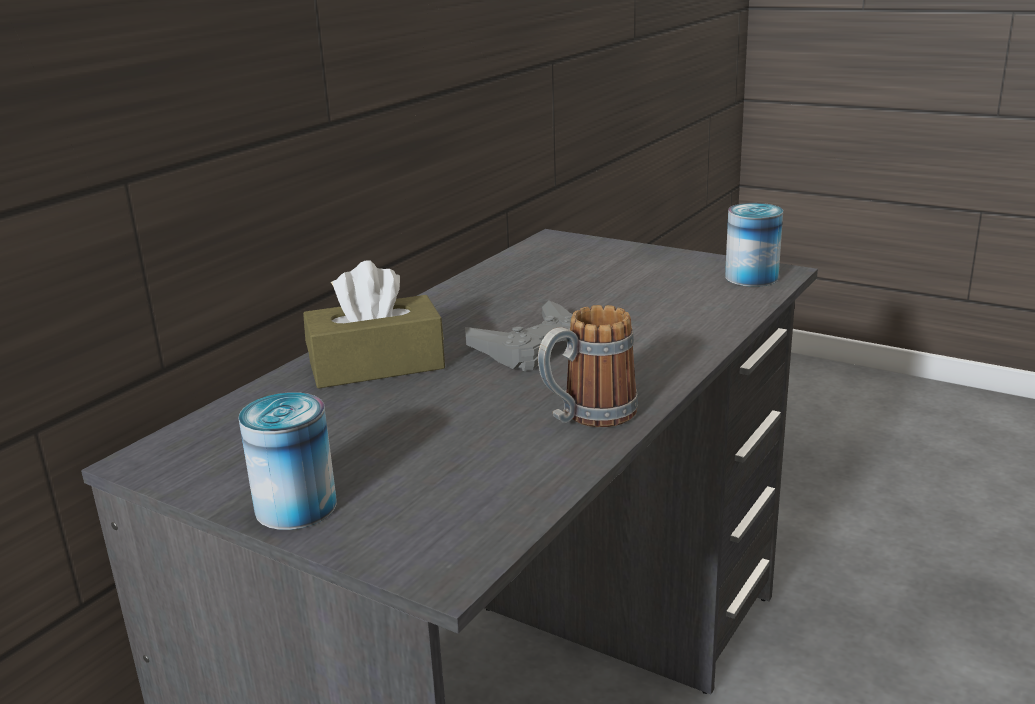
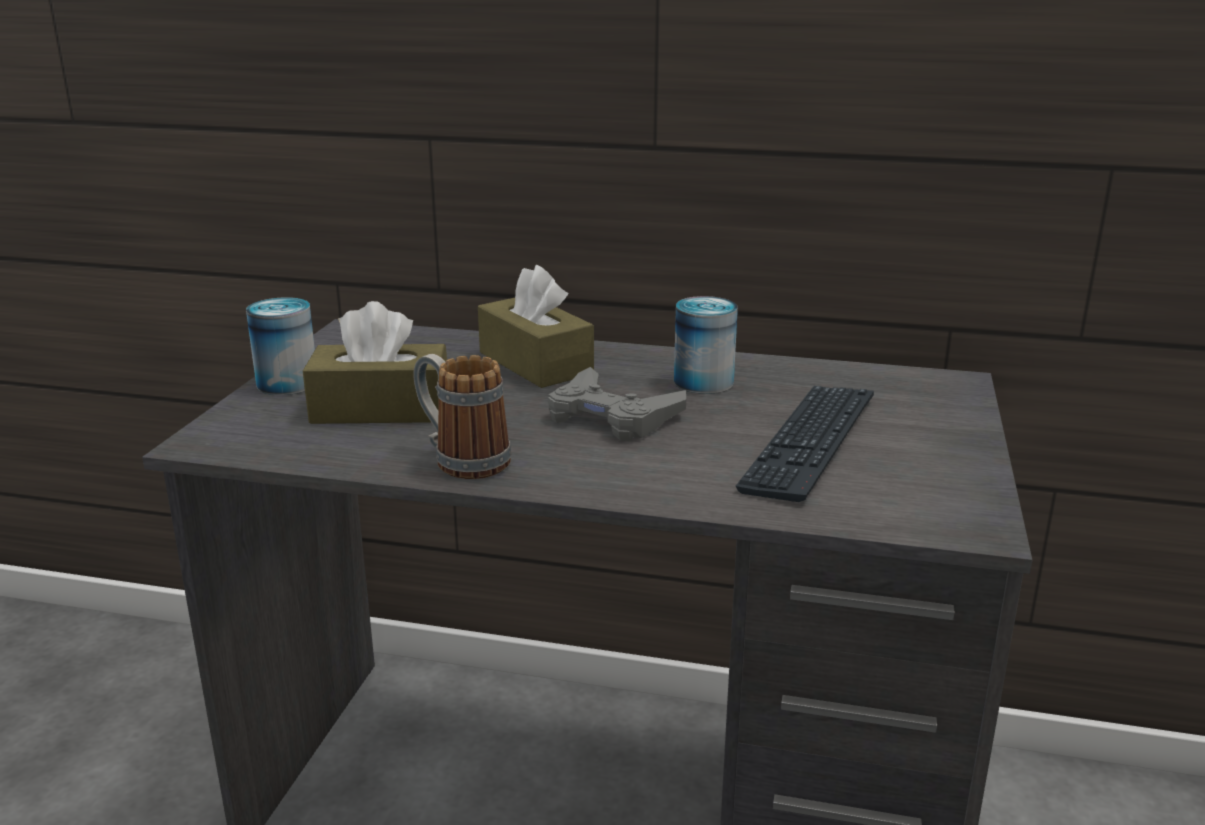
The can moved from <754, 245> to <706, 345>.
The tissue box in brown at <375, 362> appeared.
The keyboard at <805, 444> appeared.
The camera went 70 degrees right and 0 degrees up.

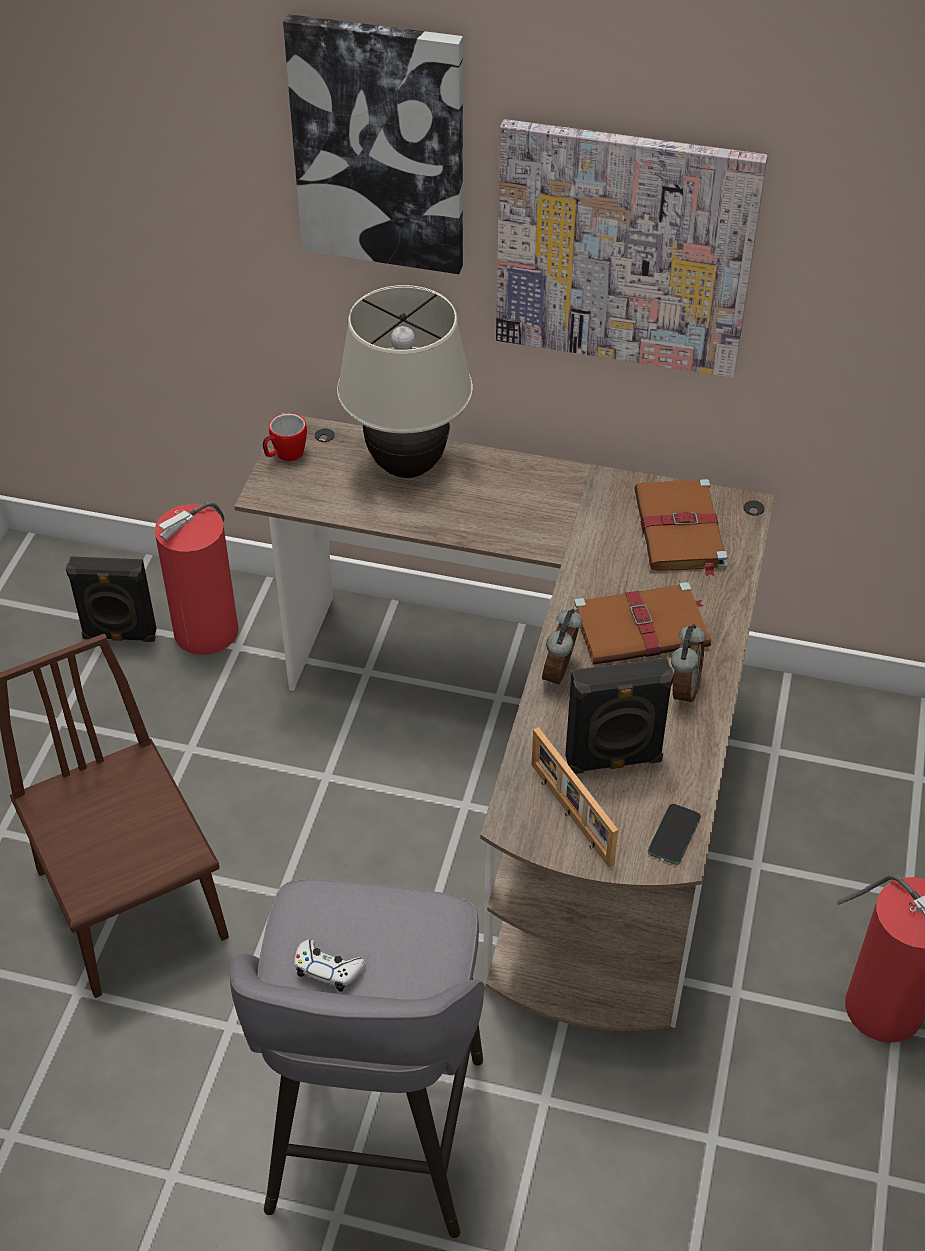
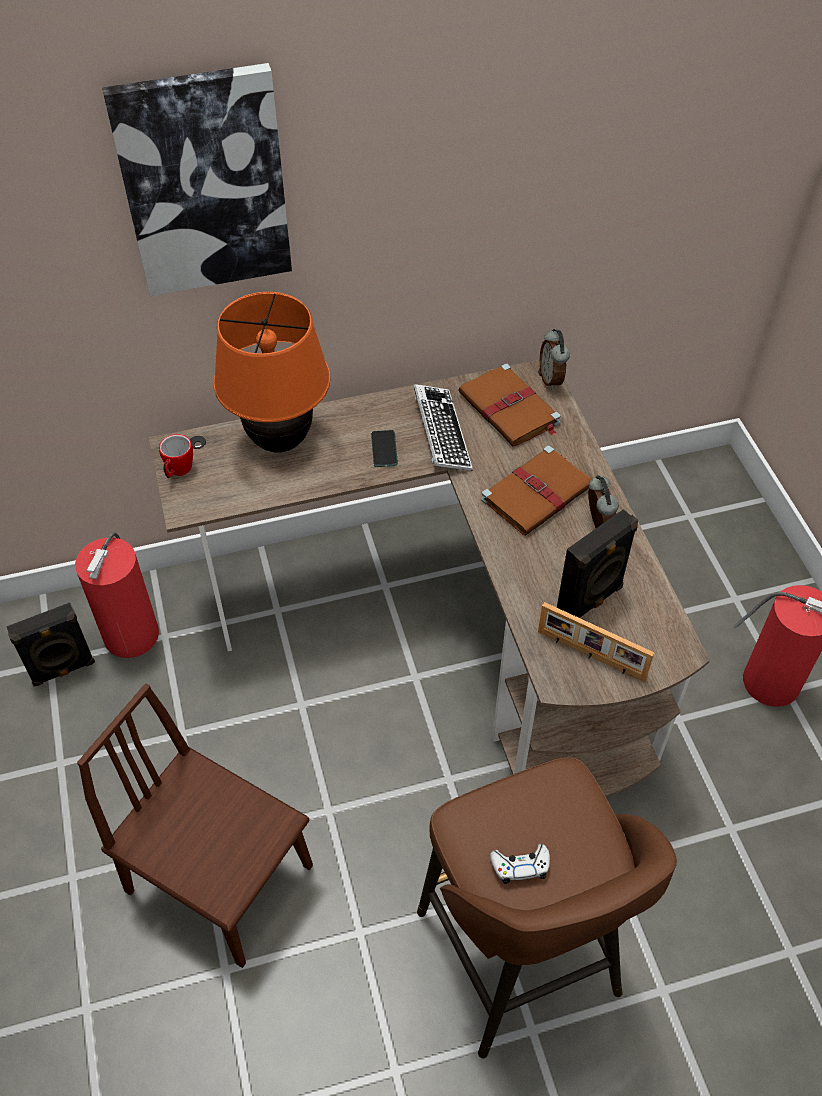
The stool in grey at <357, 1058> became the stool in brown at <547, 908>.
The table lamp in beige at <405, 381> became the table lamp in orange at <271, 372>.
The picture at <632, 248> disappeared.
The alarm clock moved from <562, 648> to <555, 359>.
The phone moved from <674, 834> to <384, 448>.
The keyboard at <443, 427> appeared.
The camera went 30 degrees left and 5 degrees up.

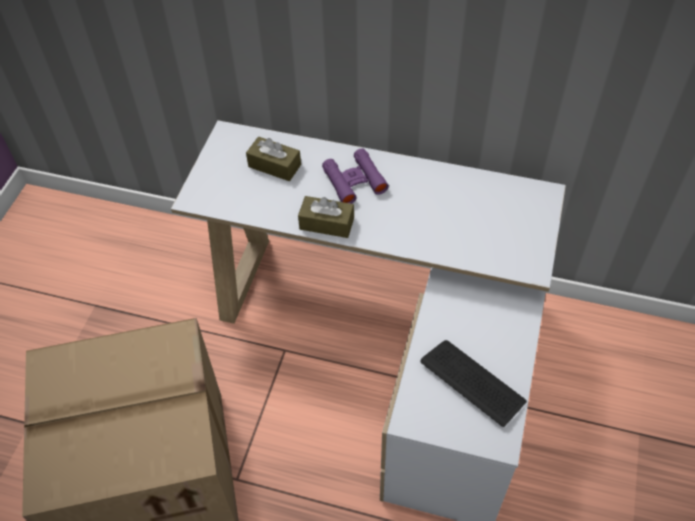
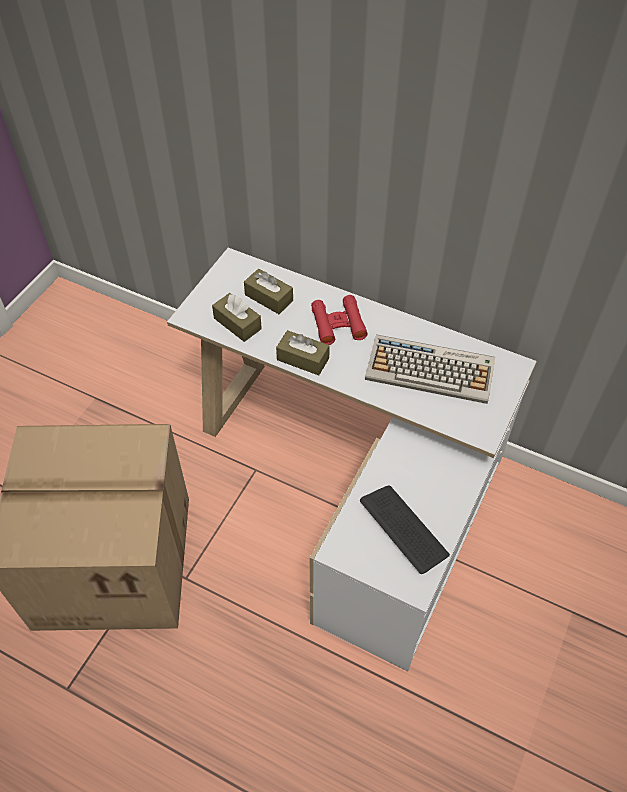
The binoculars in purple at <355, 176> became the binoculars in red at <339, 320>.
The tissue box in brown at <237, 317> appeared.
The keyboard at <430, 369> appeared.
The camera went 10 degrees right and 0 degrees up.

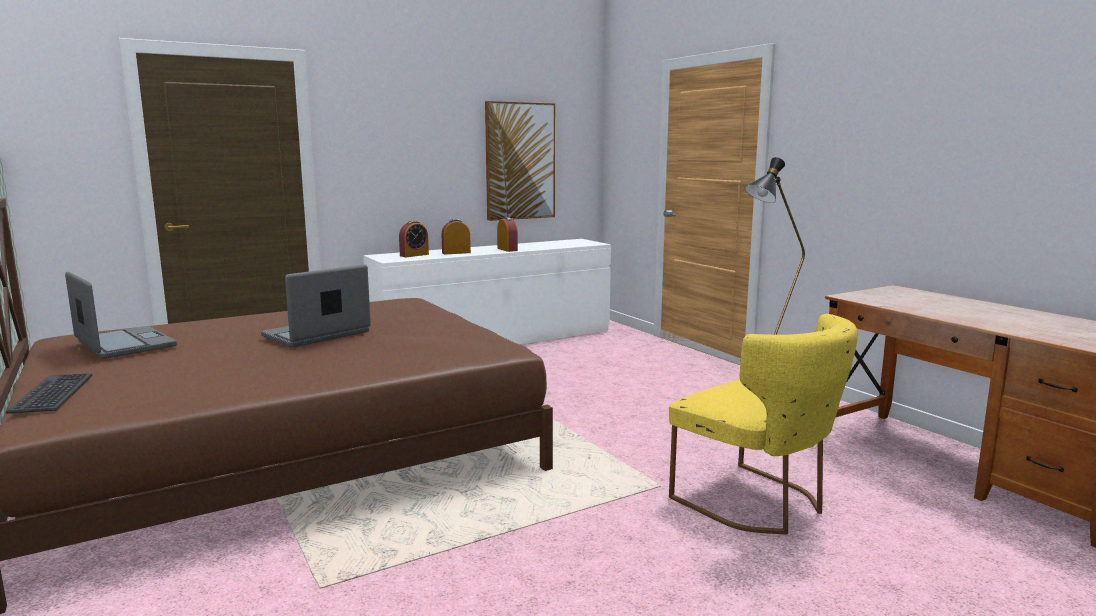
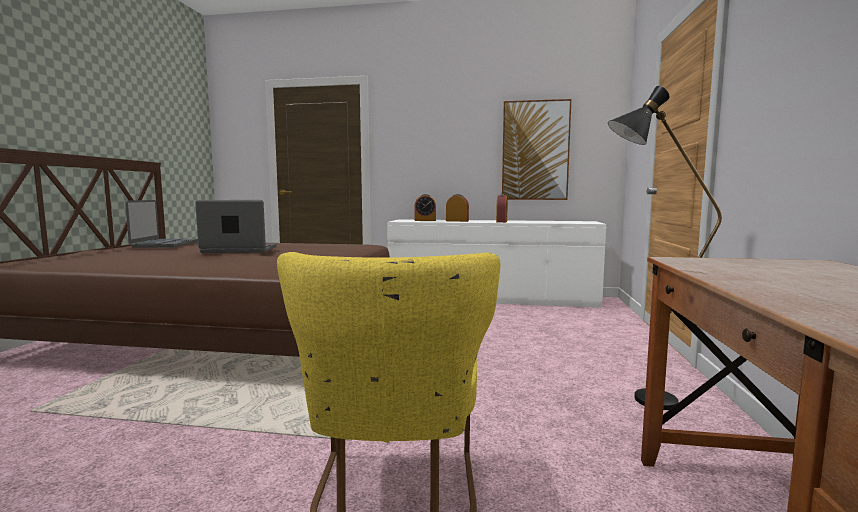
The keyboard at <49, 393> disappeared.
The camera went 40 degrees right and 5 degrees down.

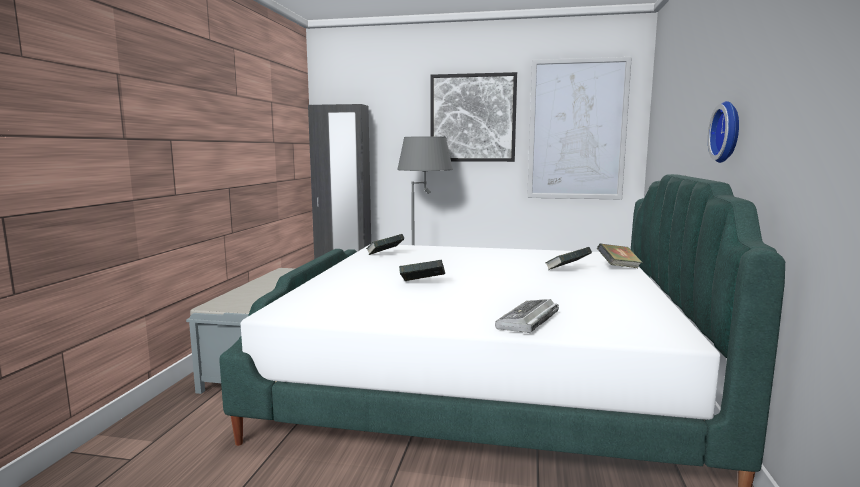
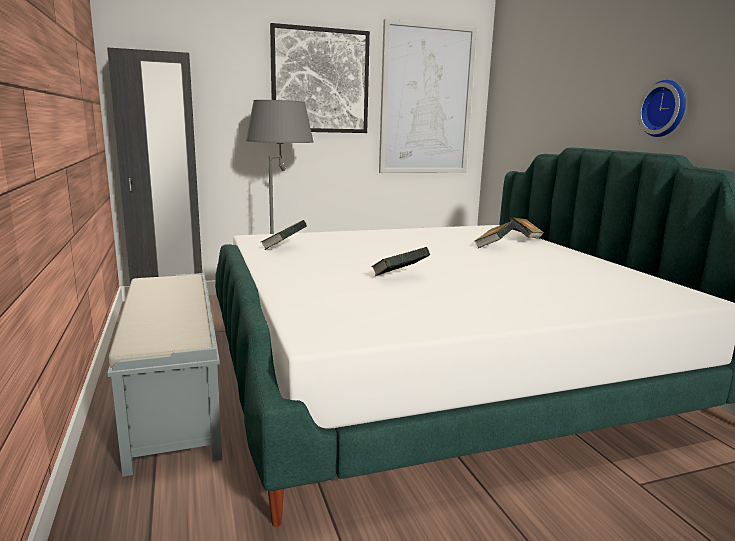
The keyboard at <527, 316> disappeared.
The camera went 30 degrees left and 5 degrees up.

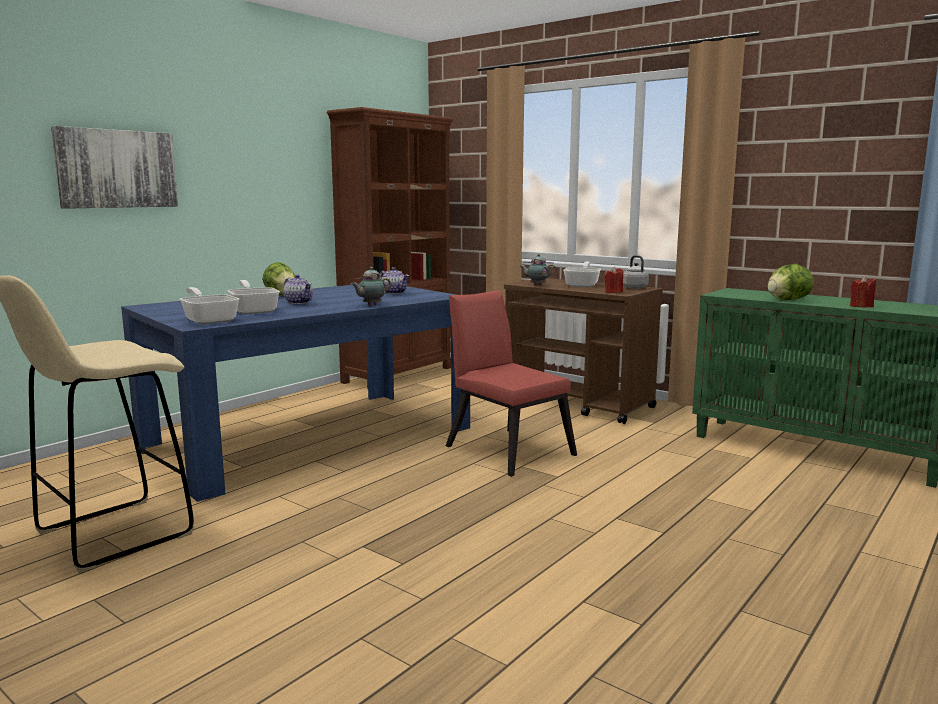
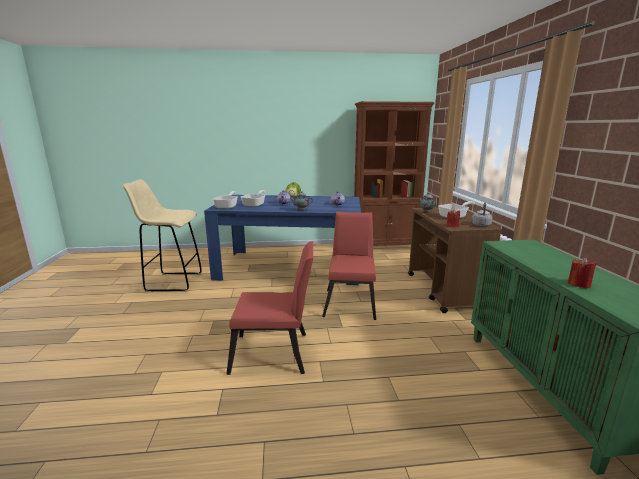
The picture at <114, 167> disappeared.
The lettuce at <790, 282> disappeared.
The chair in red at <269, 308> appeared.
The camera went 45 degrees right and 5 degrees up.

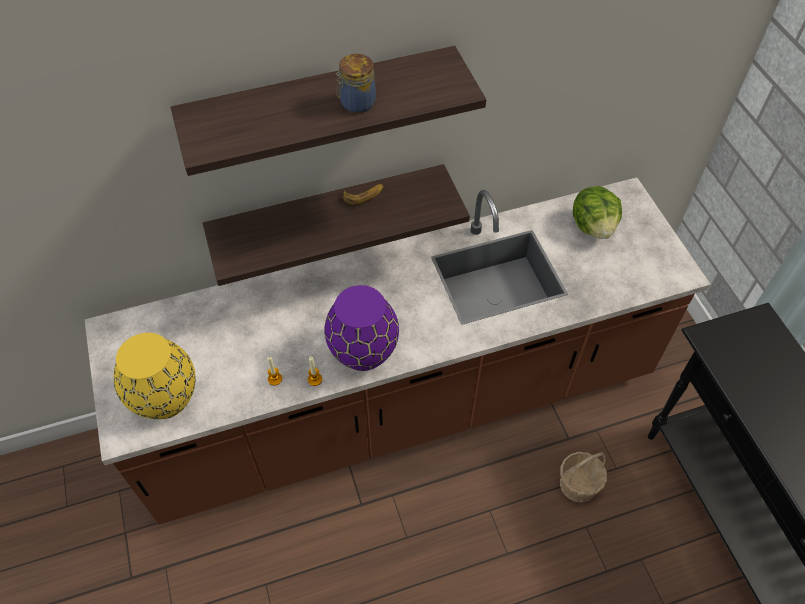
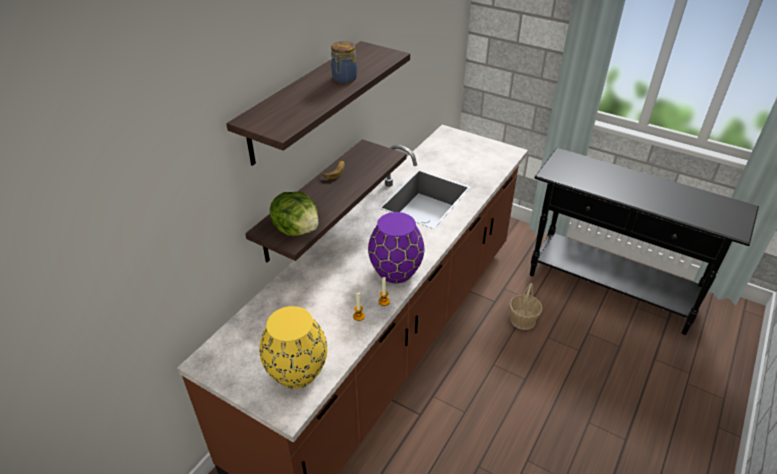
The lettuce moved from <597, 212> to <294, 214>.
The camera went 40 degrees left and 15 degrees down.

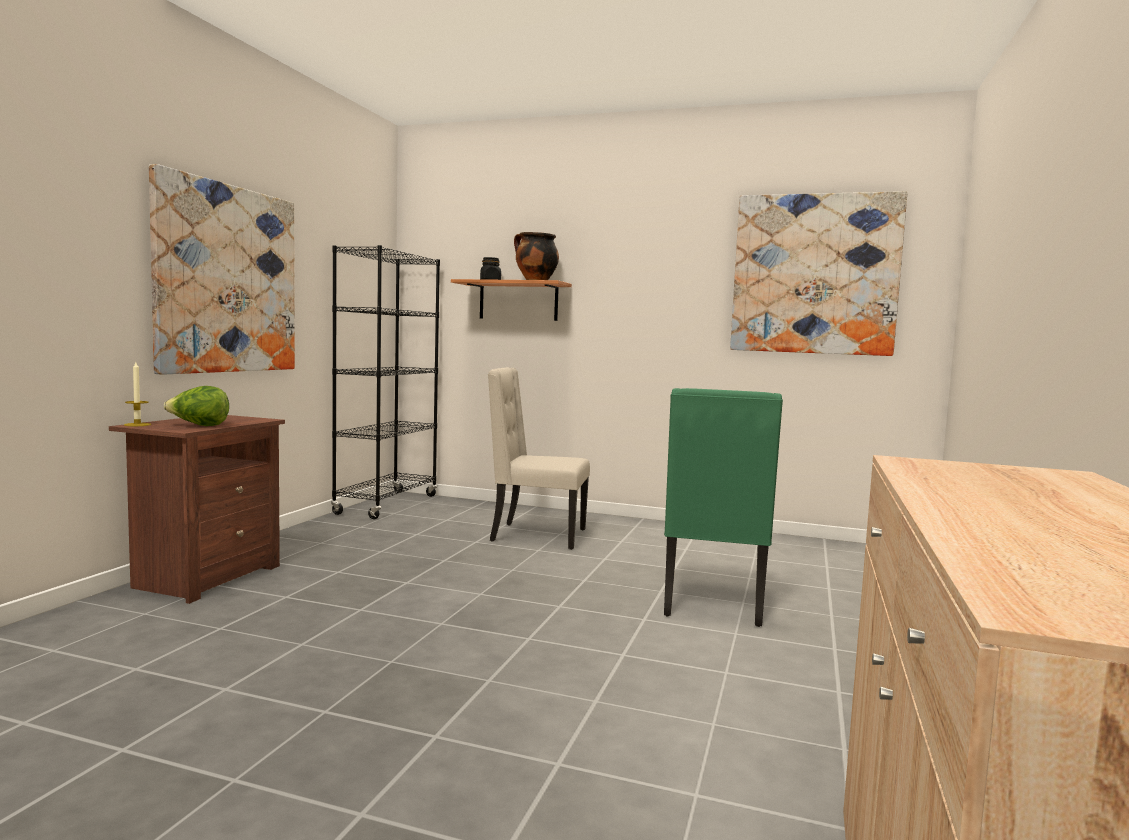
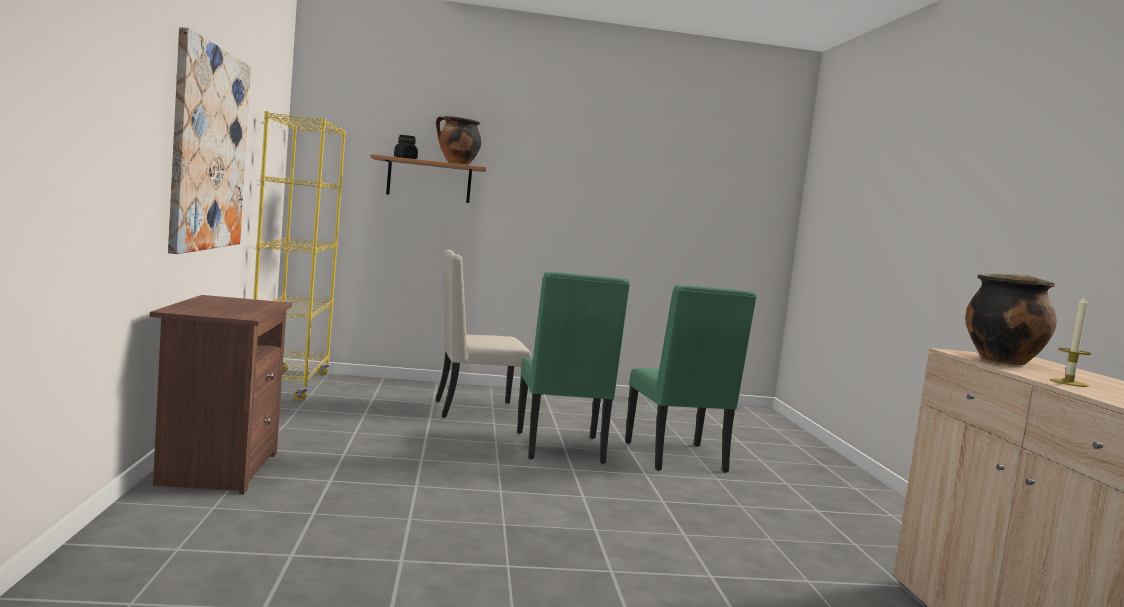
The candle moved from <137, 394> to <1071, 340>.
The lettuce at <196, 406> disappeared.
The bookcase in black at <385, 382> became the bookcase in yellow at <299, 256>.
The picture at <818, 273> disappeared.
The chair in green at <573, 368> appeared.
The cooking pot at <1011, 319> appeared.
The camera went 25 degrees left and 0 degrees up.

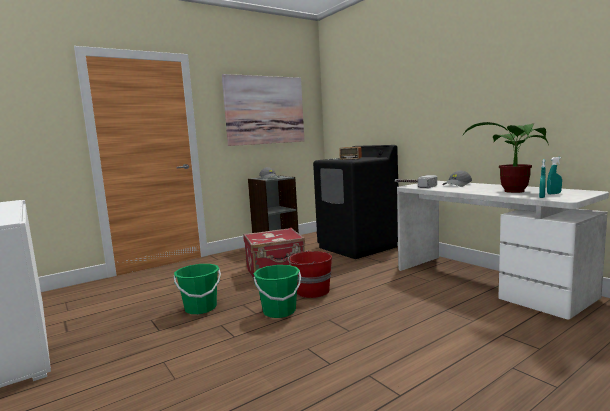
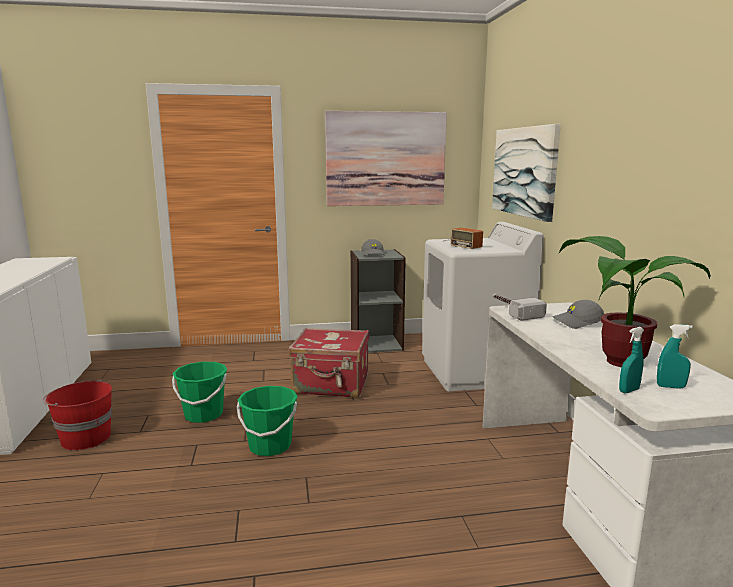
The bucket in red moved from <310, 274> to <77, 415>.
The washing machine in black at <355, 202> became the washing machine in white at <483, 306>.
The picture at <526, 173> appeared.
The camera went 25 degrees right and 5 degrees up.

